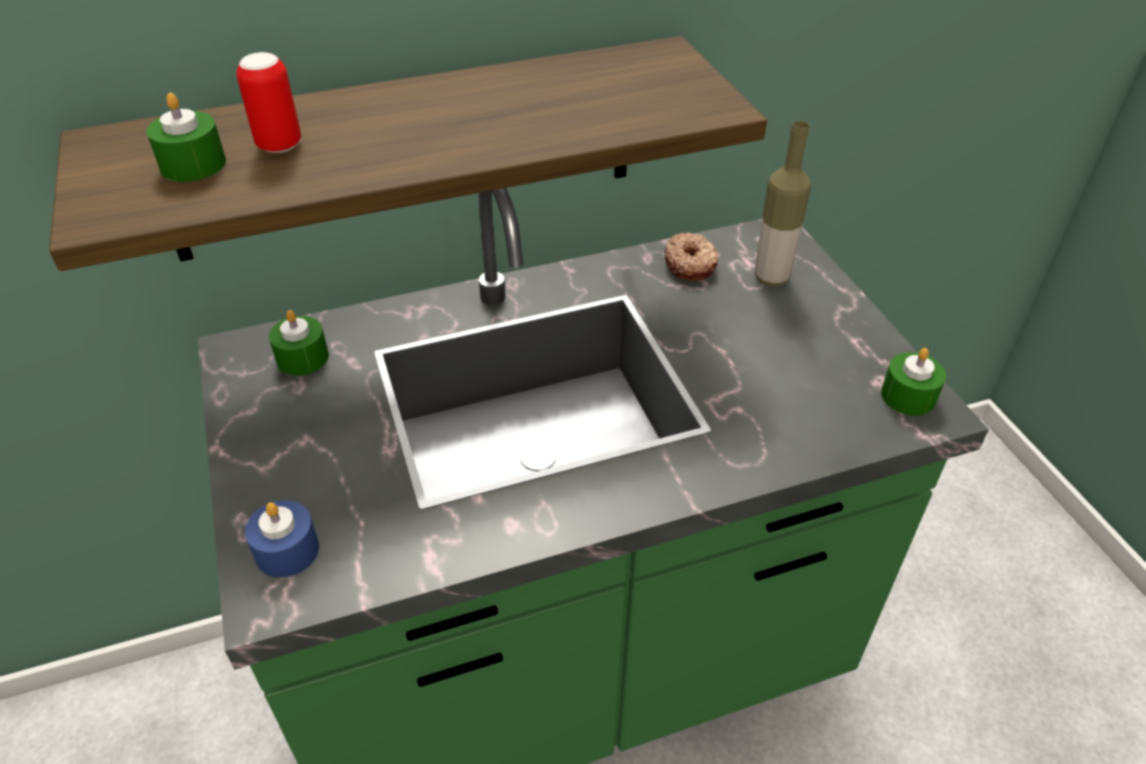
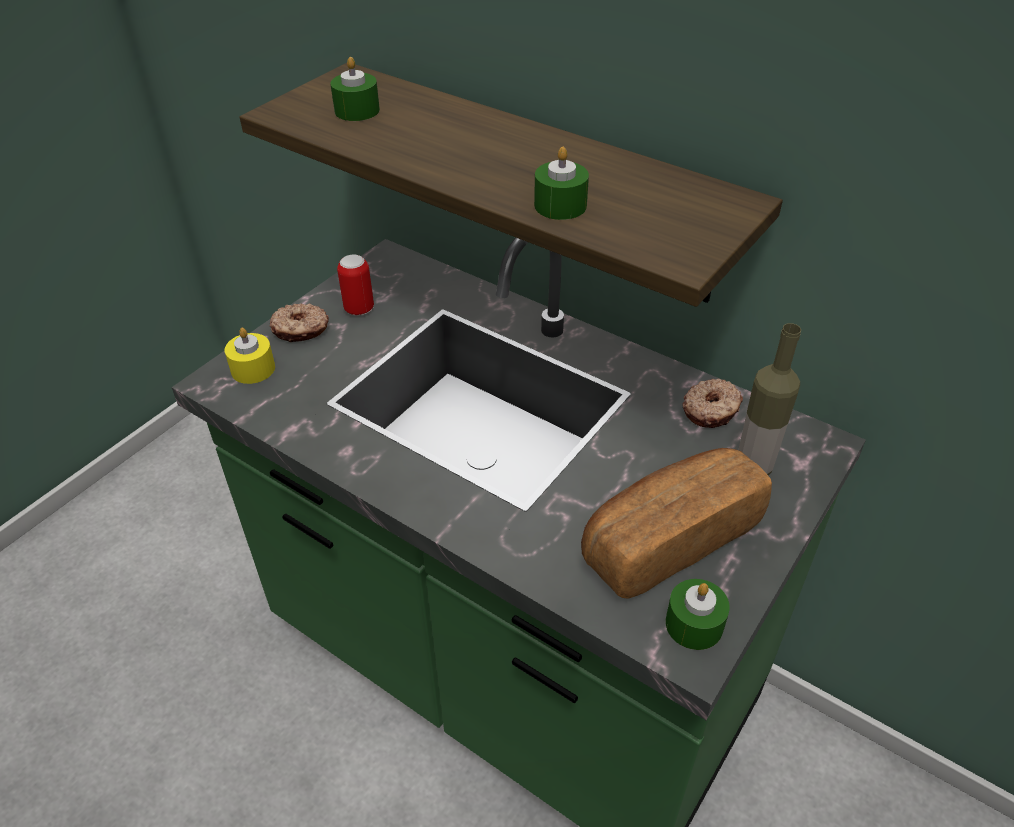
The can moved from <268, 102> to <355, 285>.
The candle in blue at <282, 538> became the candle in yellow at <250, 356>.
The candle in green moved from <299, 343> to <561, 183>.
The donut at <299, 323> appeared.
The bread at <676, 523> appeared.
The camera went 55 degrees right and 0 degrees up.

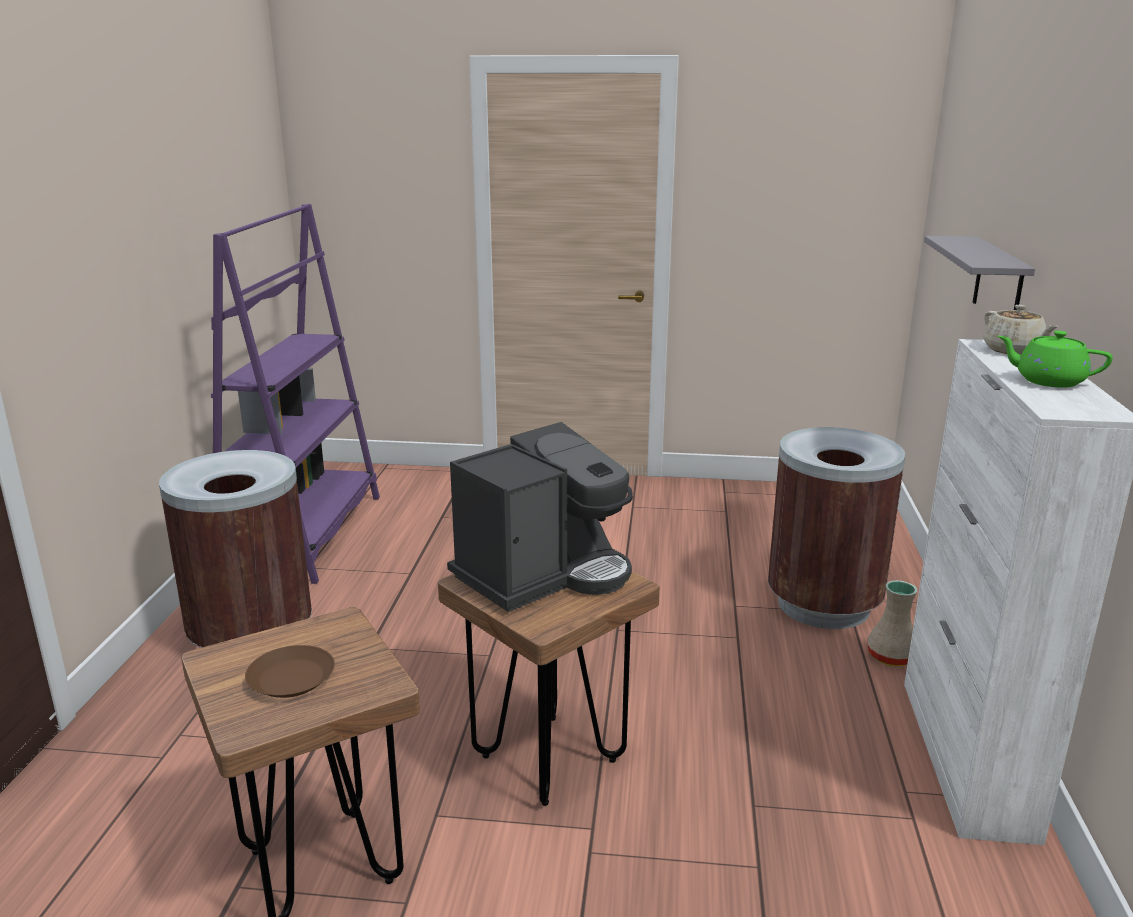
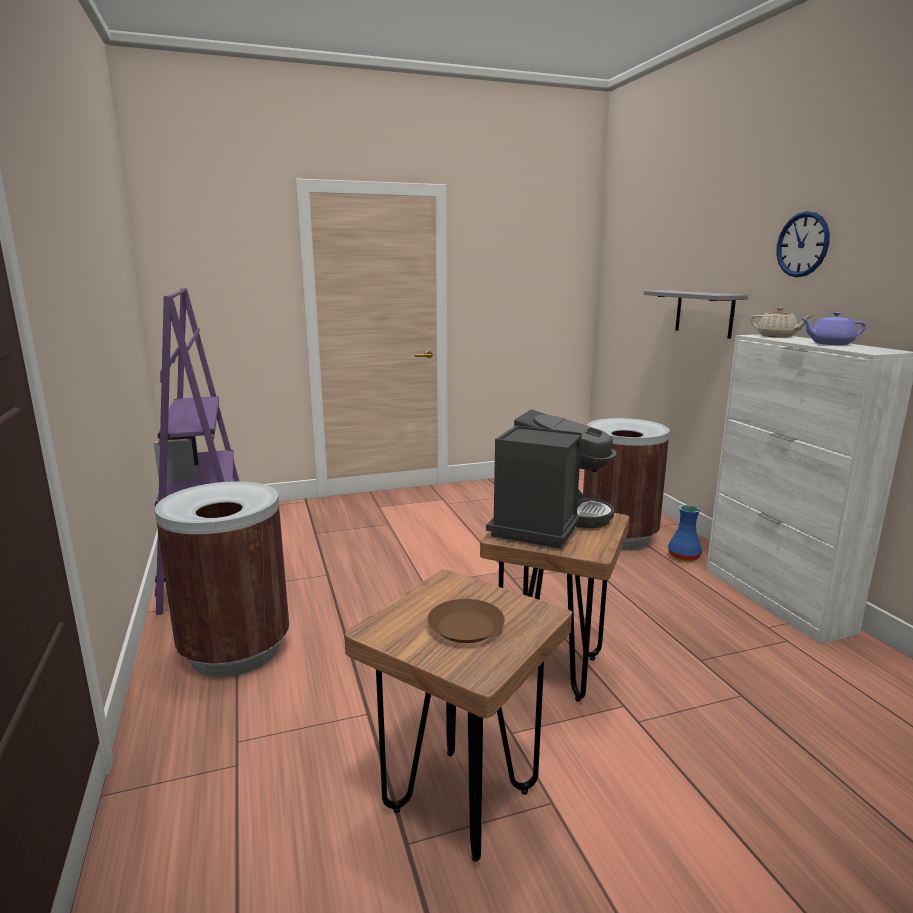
The vase in beige at <892, 623> became the vase in blue at <685, 533>.
The teapot in green at <1055, 359> became the teapot in purple at <834, 328>.
The wall clock at <803, 244> appeared.
The camera went 25 degrees left and 5 degrees down.

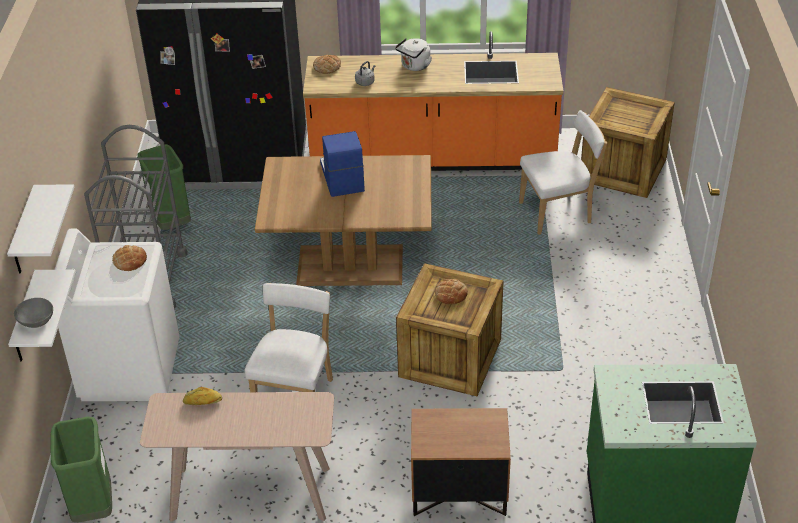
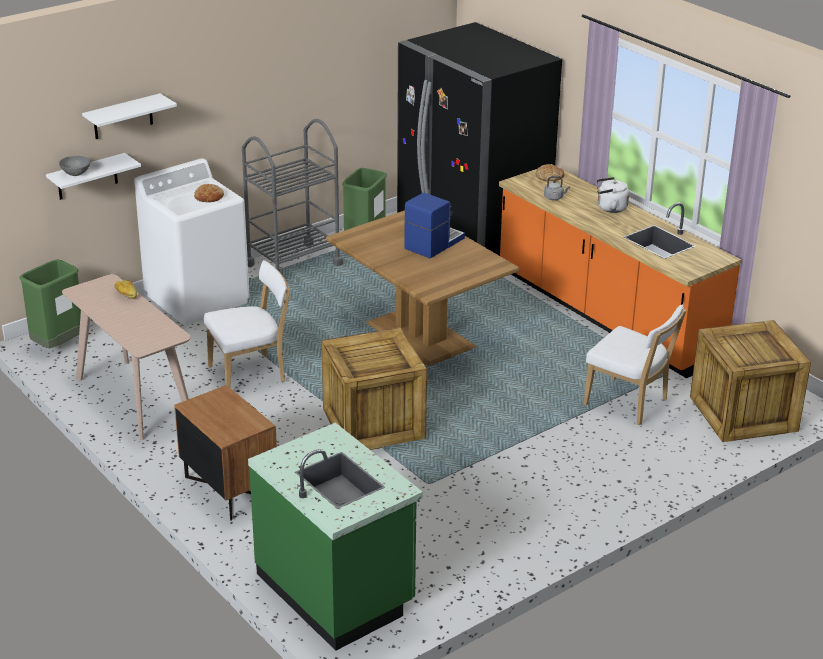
The bread at <451, 291> disappeared.
The camera went 50 degrees right and 10 degrees down.

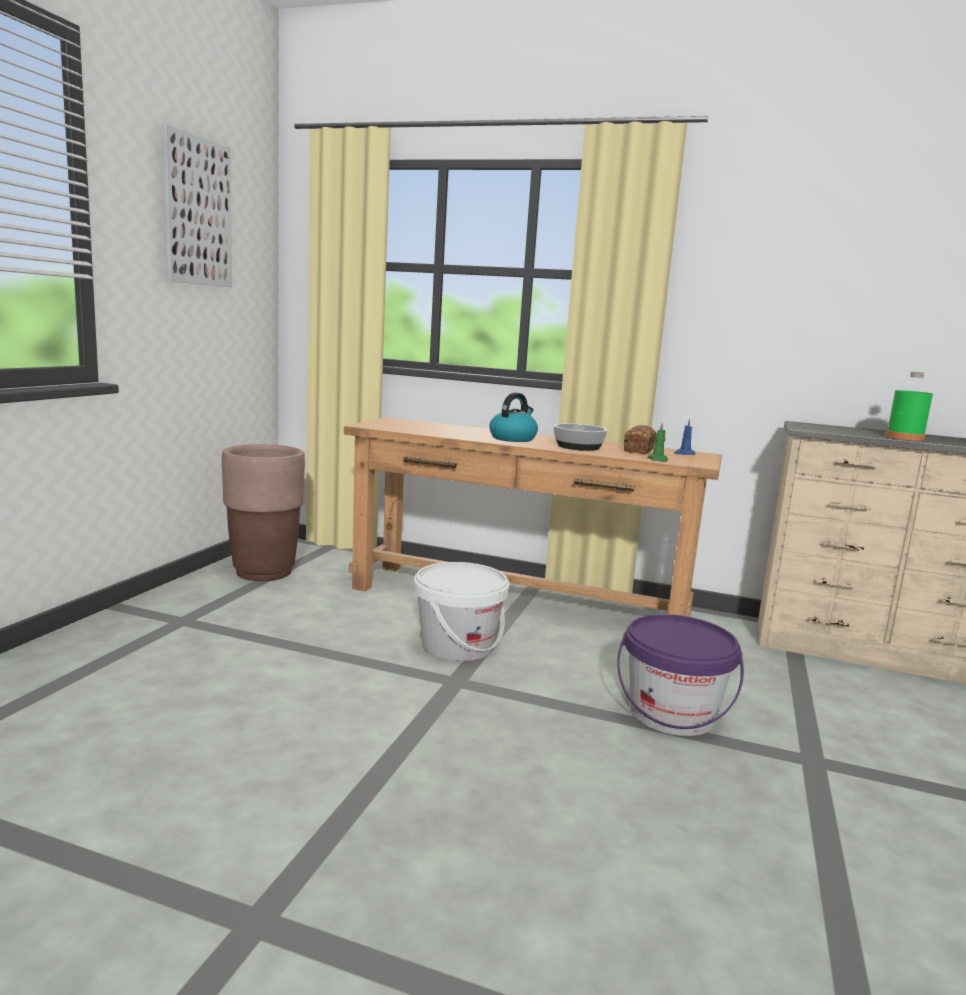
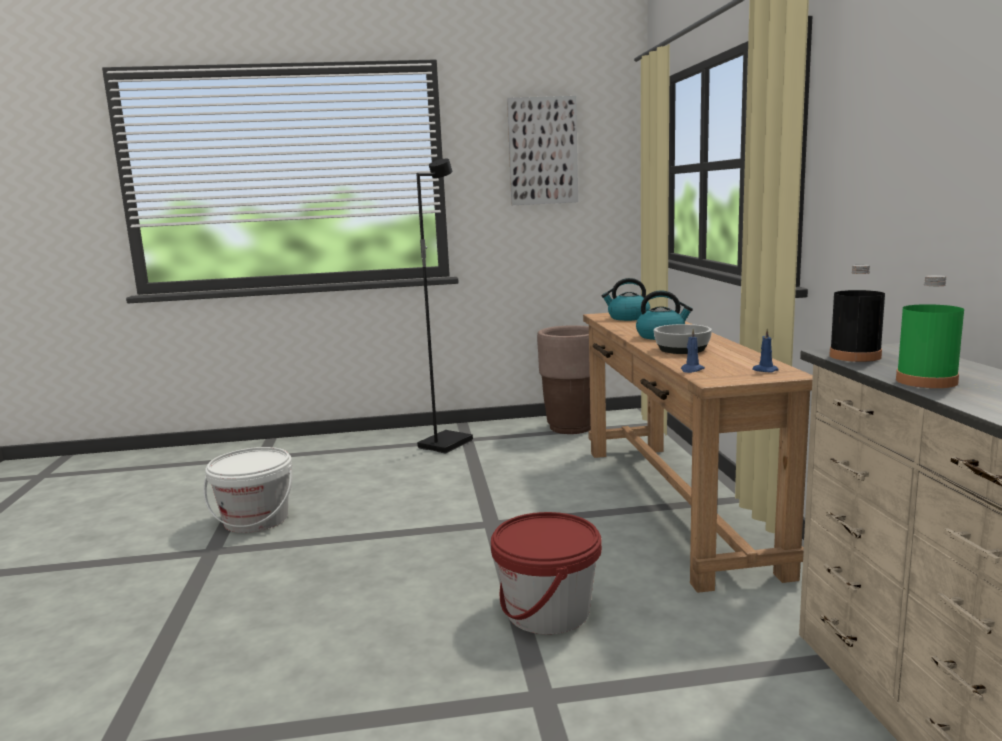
The bucket in white moved from <461, 611> to <248, 490>.
The bucket in purple at <680, 675> became the bucket in red at <546, 573>.
The bread at <640, 439> disappeared.
The candle in green at <657, 442> became the candle in blue at <693, 351>.
The floor lamp in black at <444, 306> appeared.
The kettle at <626, 299> appeared.
The bottle in black at <857, 313> appeared.
The camera went 65 degrees right and 0 degrees up.

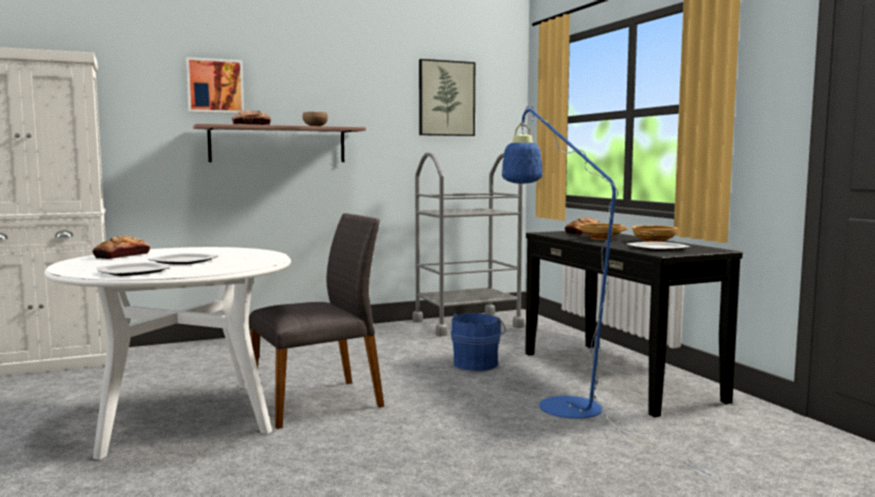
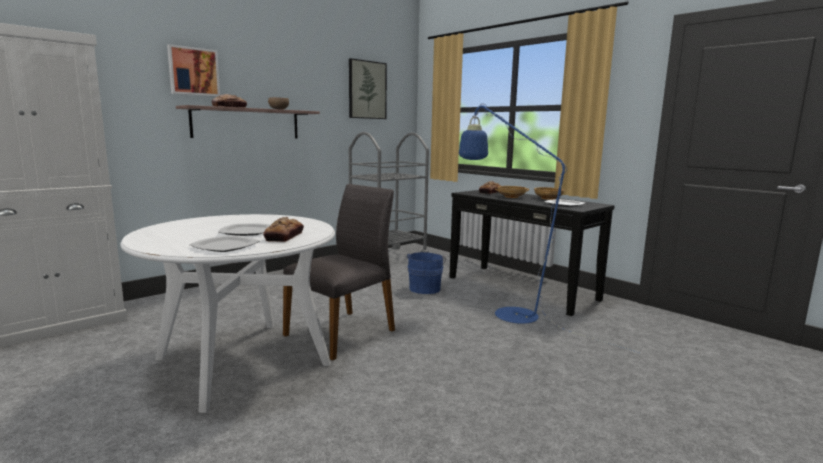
The bread moved from <121, 247> to <283, 229>.
The camera went 20 degrees left and 5 degrees up.

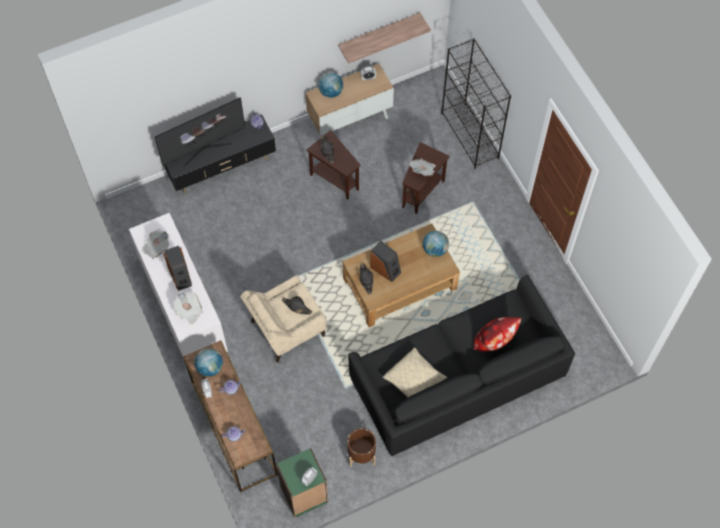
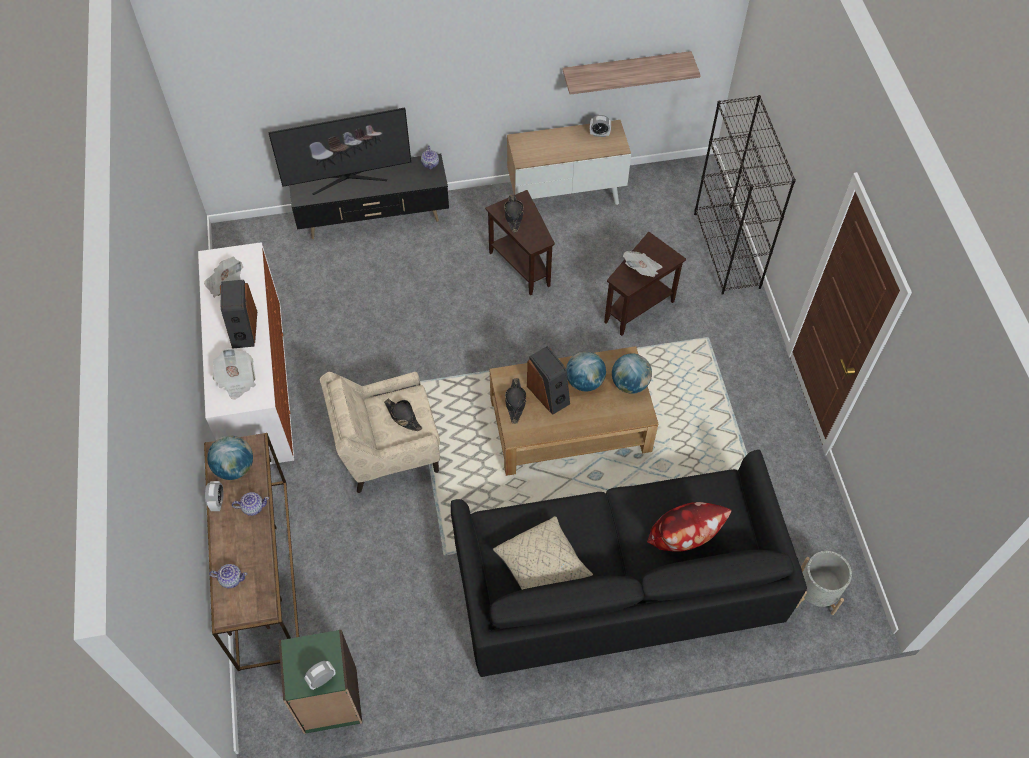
The globe moved from <330, 85> to <586, 371>.
The planter in brown at <362, 447> disappeared.
The planter in grey at <824, 583> appeared.
The camera went 15 degrees right and 5 degrees down.

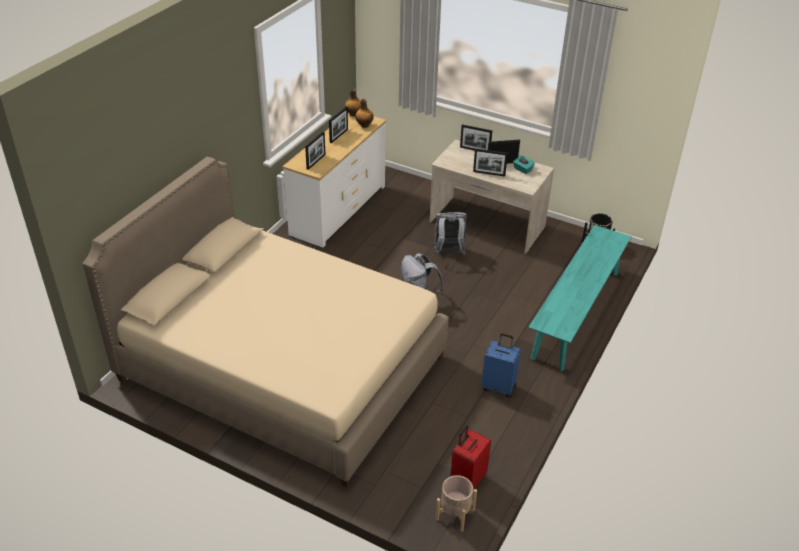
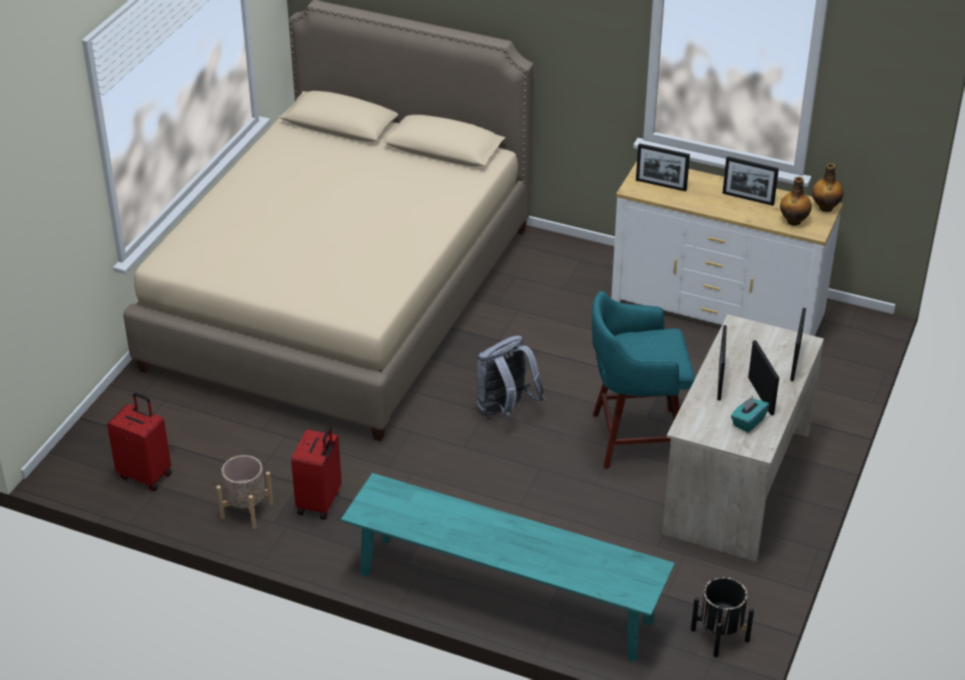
The backpack in grey at <449, 233> was replaced by the stool in turquoise at <643, 380>.
The planter in beige moved from <456, 503> to <244, 492>.
The suitcase in blue at <501, 365> became the suitcase in red at <316, 473>.
The camera went 85 degrees right and 0 degrees up.

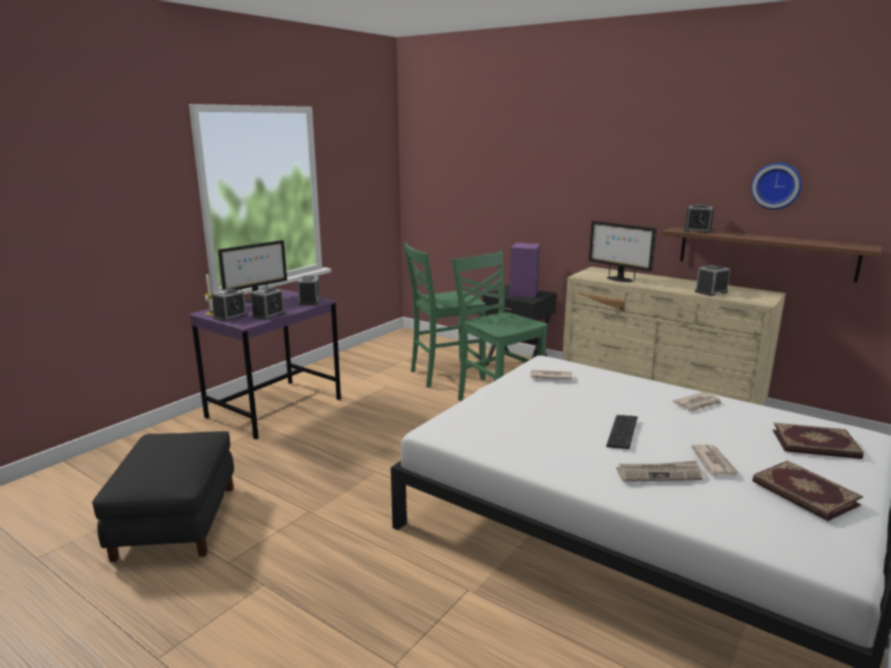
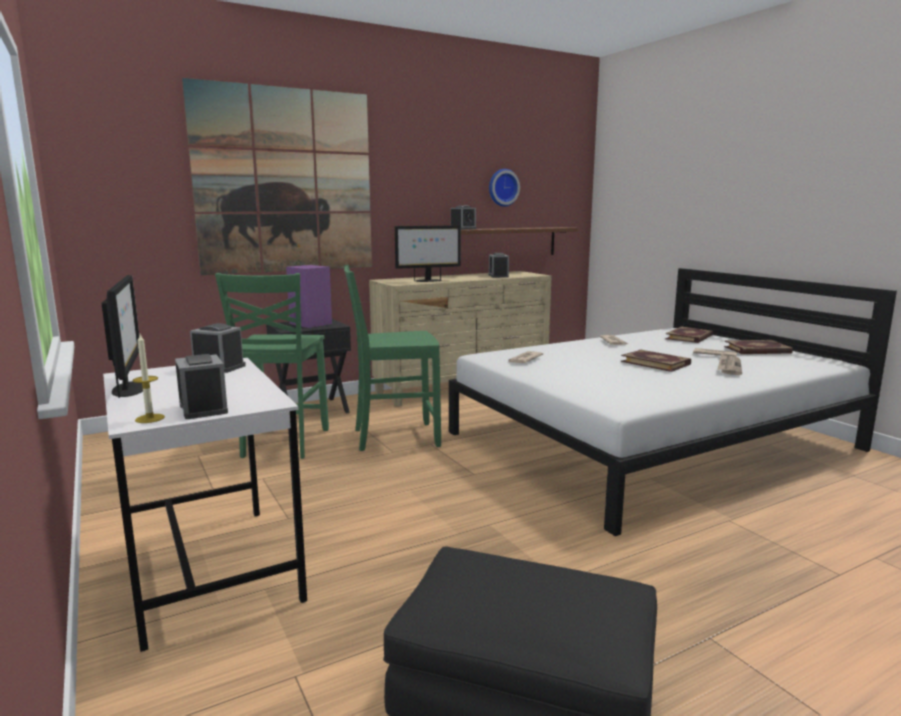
The desk in purple at <264, 364> became the desk in white at <205, 505>.
The alarm clock at <268, 303> disappeared.
The keyboard at <622, 432> was replaced by the book at <656, 361>.
The picture at <277, 176> appeared.
The camera went 65 degrees left and 5 degrees down.

